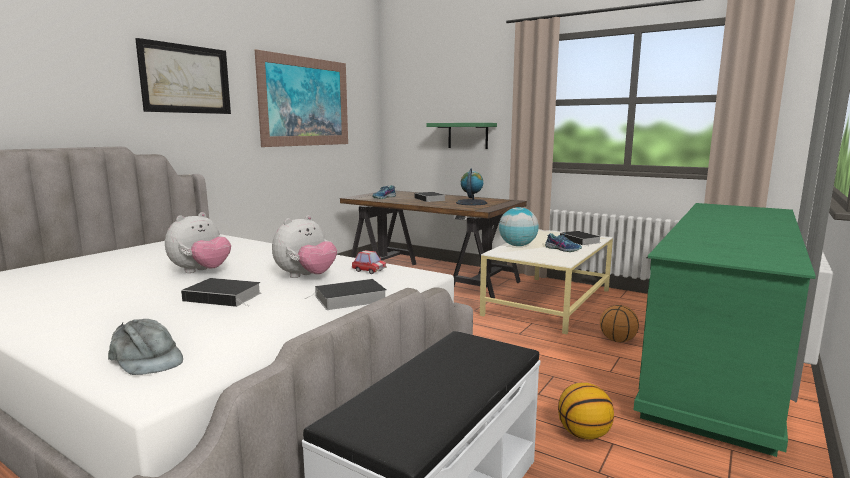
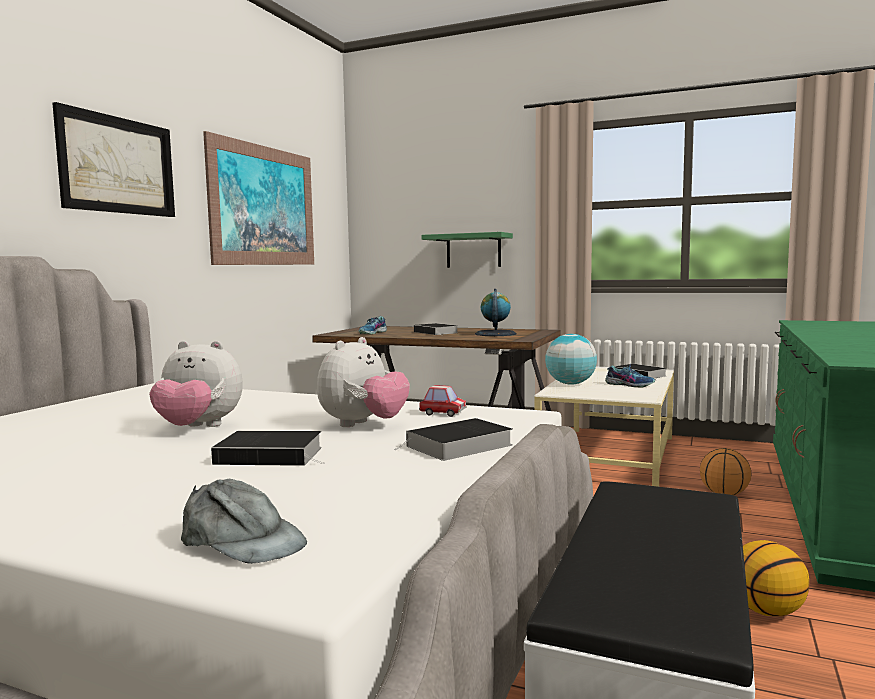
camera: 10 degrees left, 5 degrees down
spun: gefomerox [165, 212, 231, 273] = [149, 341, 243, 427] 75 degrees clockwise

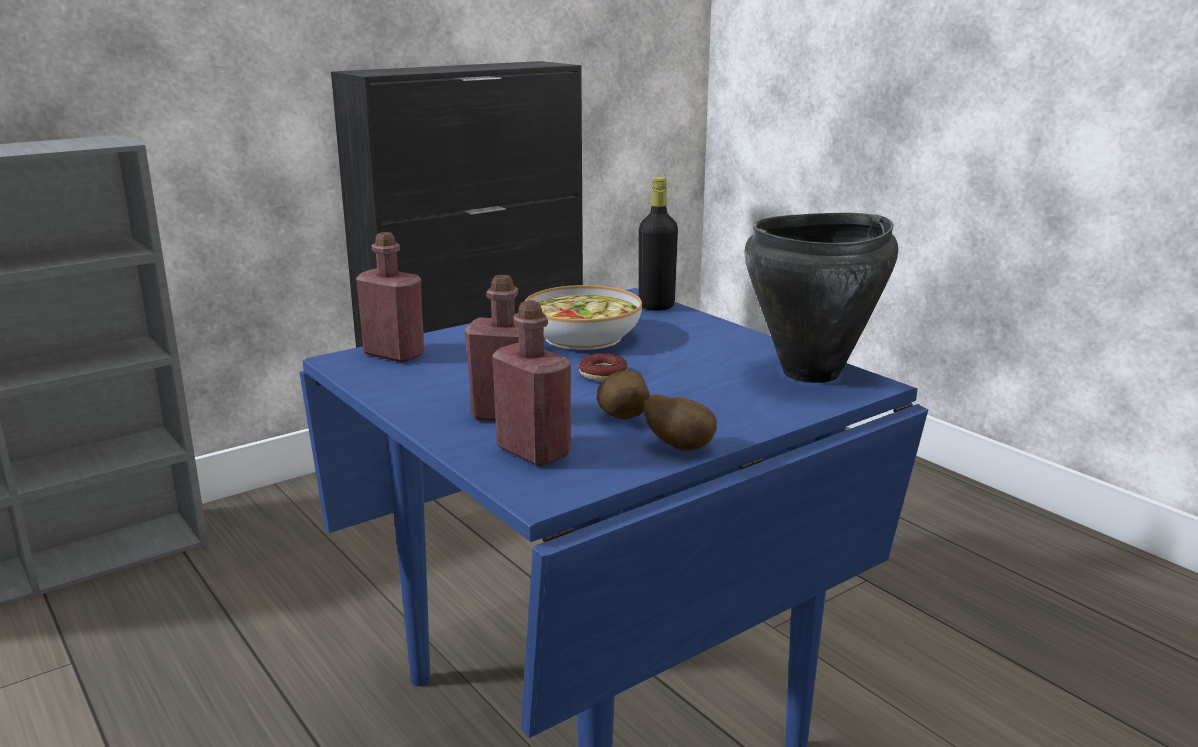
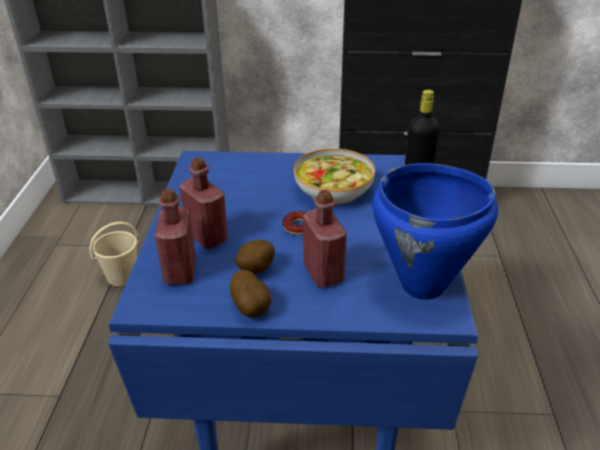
camera: 40 degrees right, 15 degrees up
appeared: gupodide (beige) [89, 222, 139, 286]
relocated: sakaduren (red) [356, 232, 425, 363] to [303, 190, 347, 288]
colour: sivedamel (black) [744, 213, 898, 383] to sivedamel (blue) [372, 163, 498, 300]

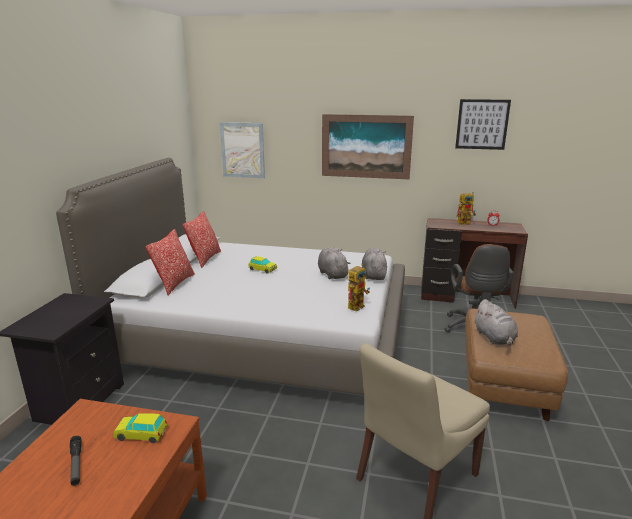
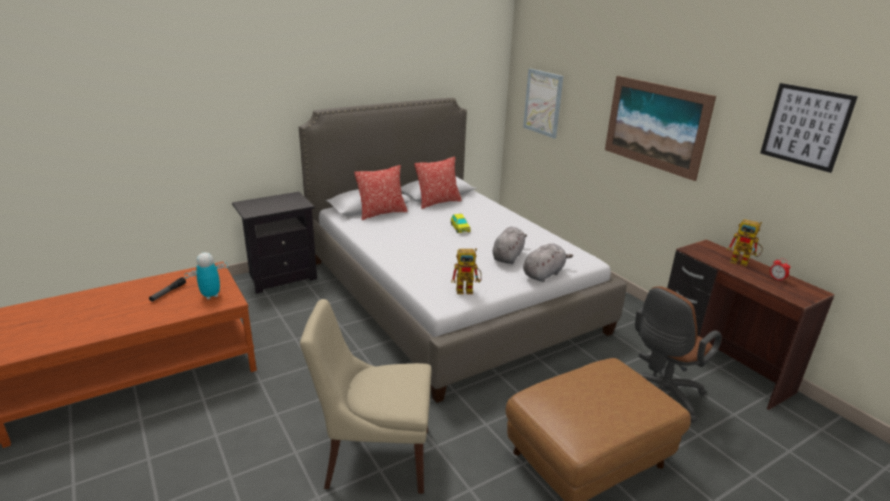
camera: 45 degrees right, 5 degrees up
missing: gefomerox (grey) [474, 299, 518, 346]
exchanged: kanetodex [113, 414, 167, 443] to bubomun [184, 252, 228, 300]

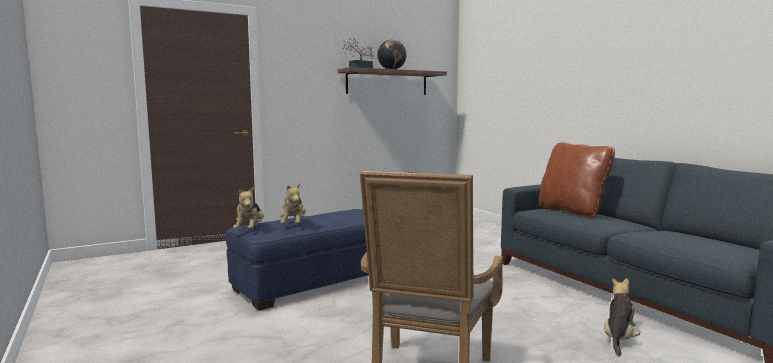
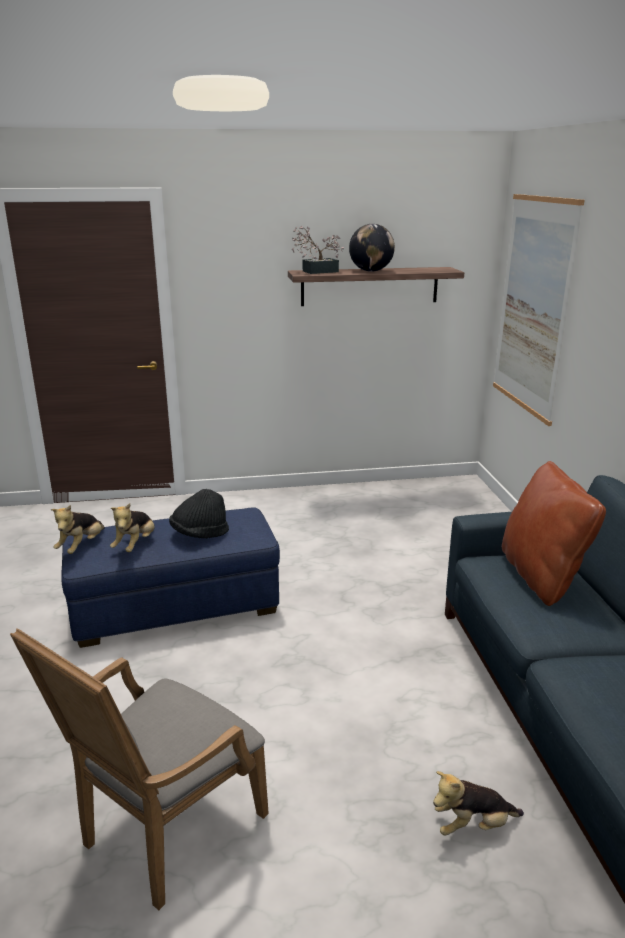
camera: 20 degrees right, 15 degrees up
appeared: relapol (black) [169, 489, 229, 538]; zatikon [493, 194, 584, 426]
spun: gefomerox [604, 278, 640, 356] = [433, 771, 524, 836] 150 degrees counterclockwise

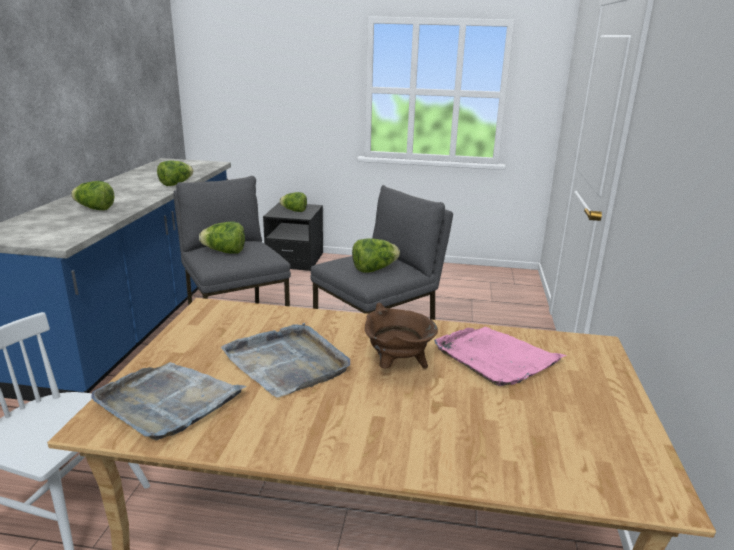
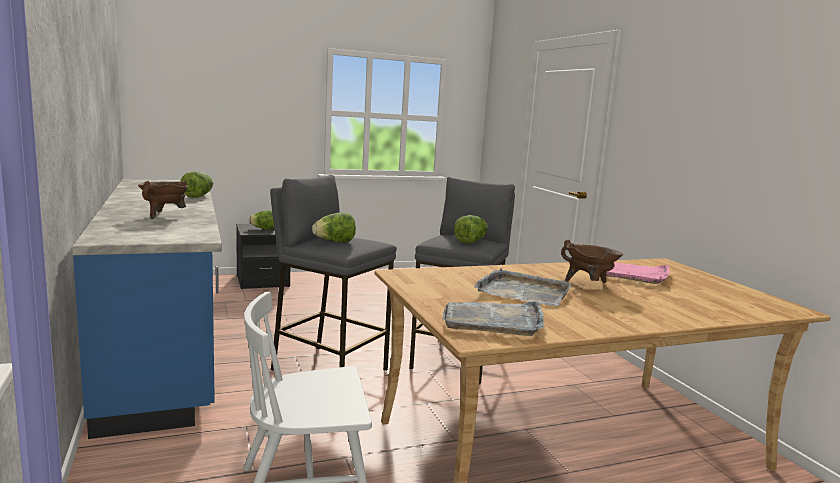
camera: 30 degrees left, 10 degrees down
exchanged: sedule [71, 181, 114, 210] to sivedamel (brown) [138, 181, 189, 219]

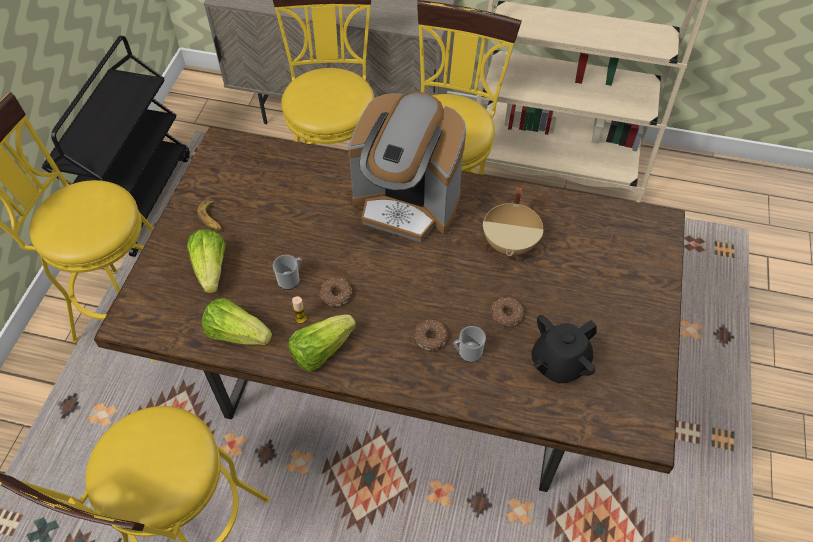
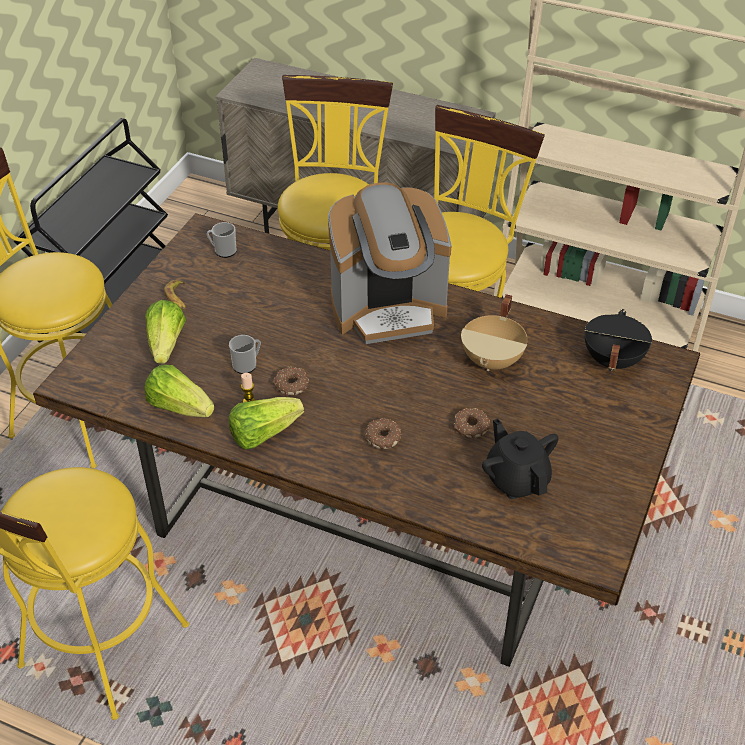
camera: 10 degrees right, 10 degrees down
appeared: sivedamel (black) [584, 309, 652, 371]
relocated: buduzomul [454, 326, 486, 362] to [206, 222, 237, 258]
spun: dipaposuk [348, 91, 466, 242] = [328, 182, 451, 344] 45 degrees counterclockwise; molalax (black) [531, 315, 597, 384] = [482, 418, 559, 499] 90 degrees clockwise

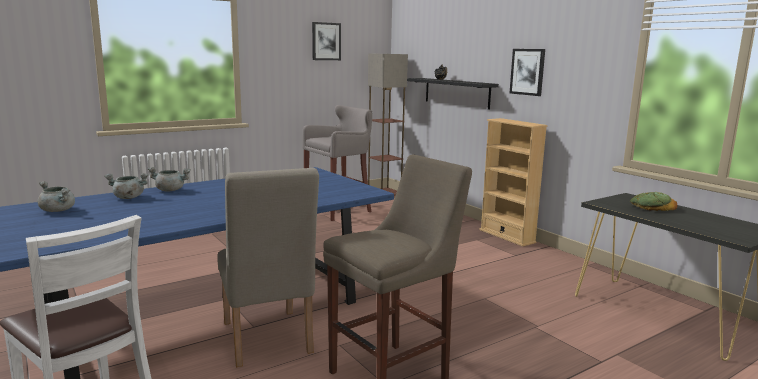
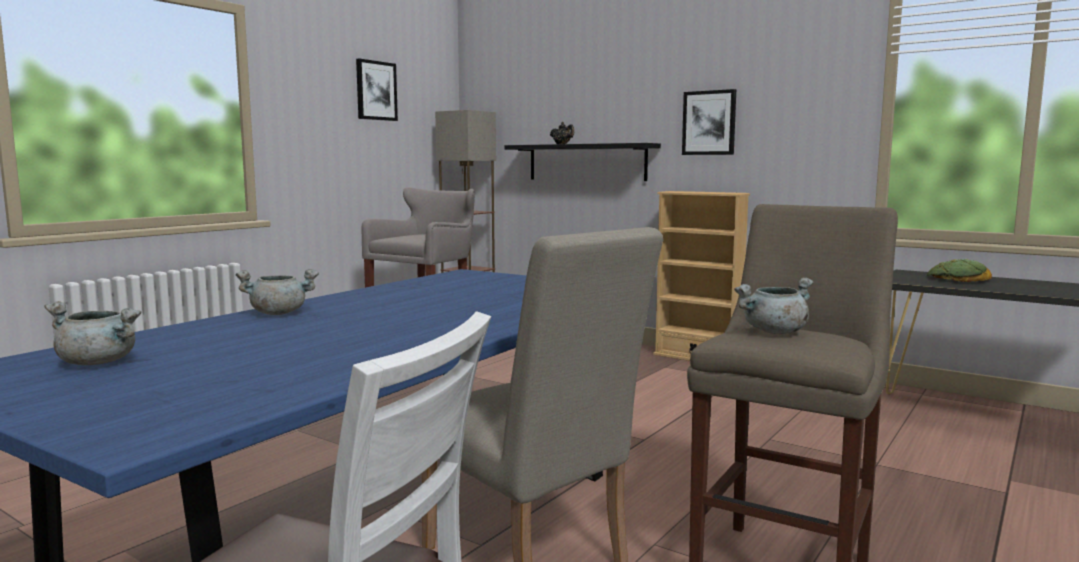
camera: 20 degrees left, 5 degrees down
relocated: sivedamel (grey) [104, 173, 149, 199] to [734, 277, 813, 334]

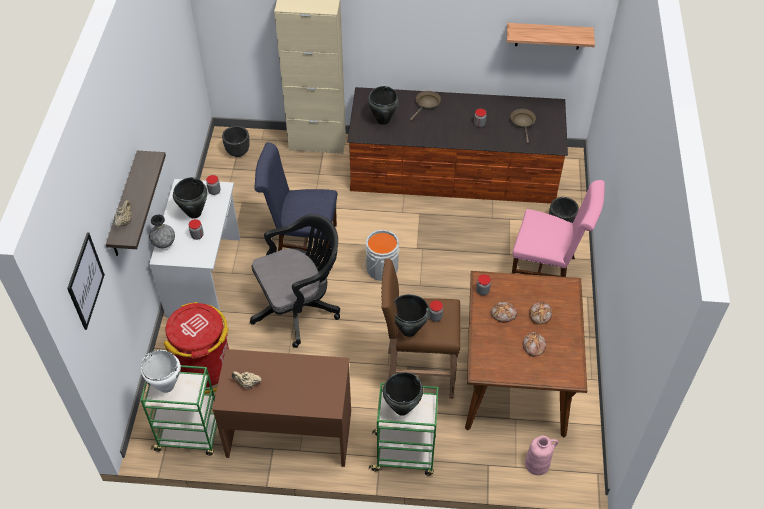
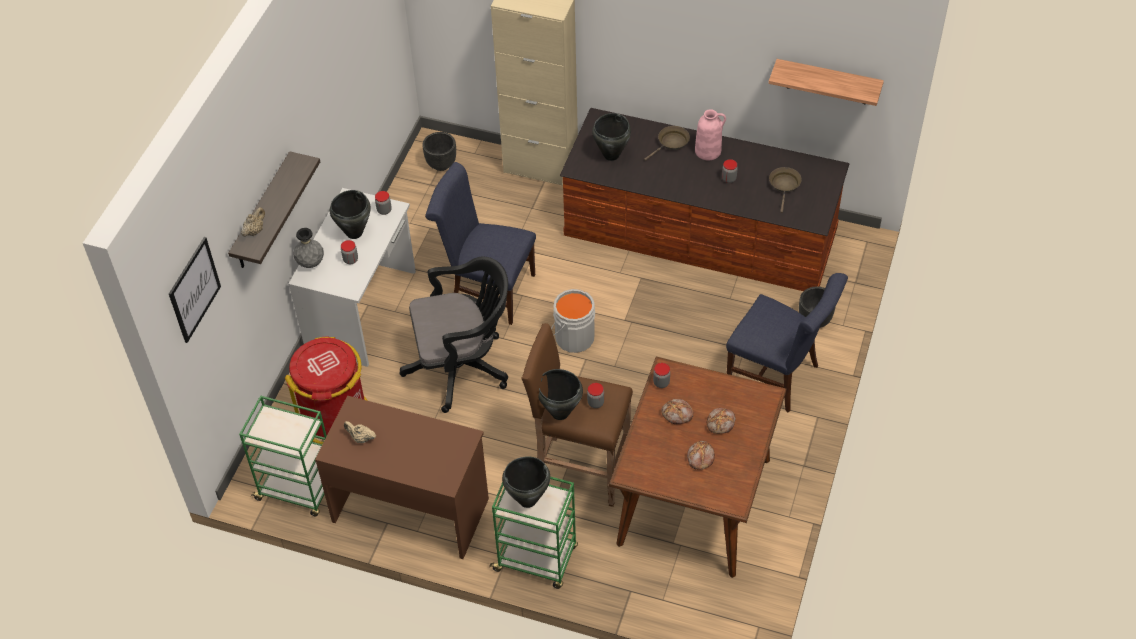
camera: 15 degrees right, 0 degrees up
missing: sivedamel (white) [140, 350, 181, 393]
relocated: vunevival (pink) [525, 436, 558, 475] to [695, 109, 726, 160]
colour: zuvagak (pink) [512, 180, 605, 277] to zuvagak (blue) [726, 273, 848, 412]

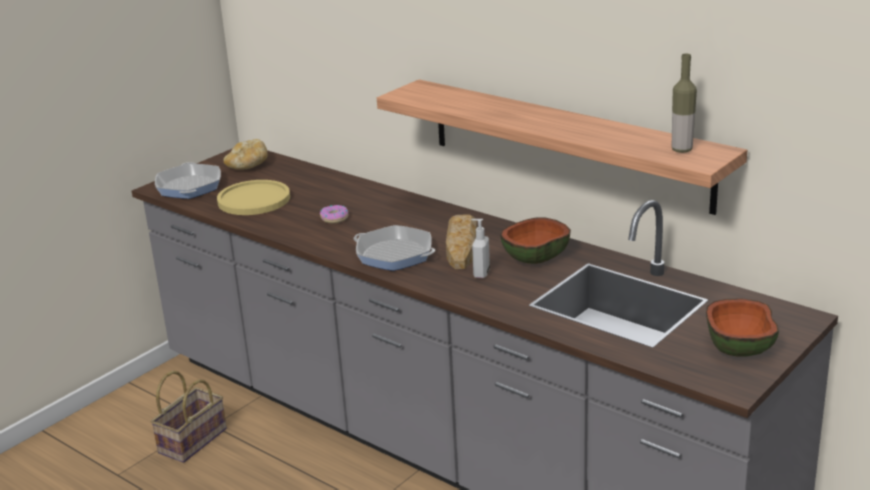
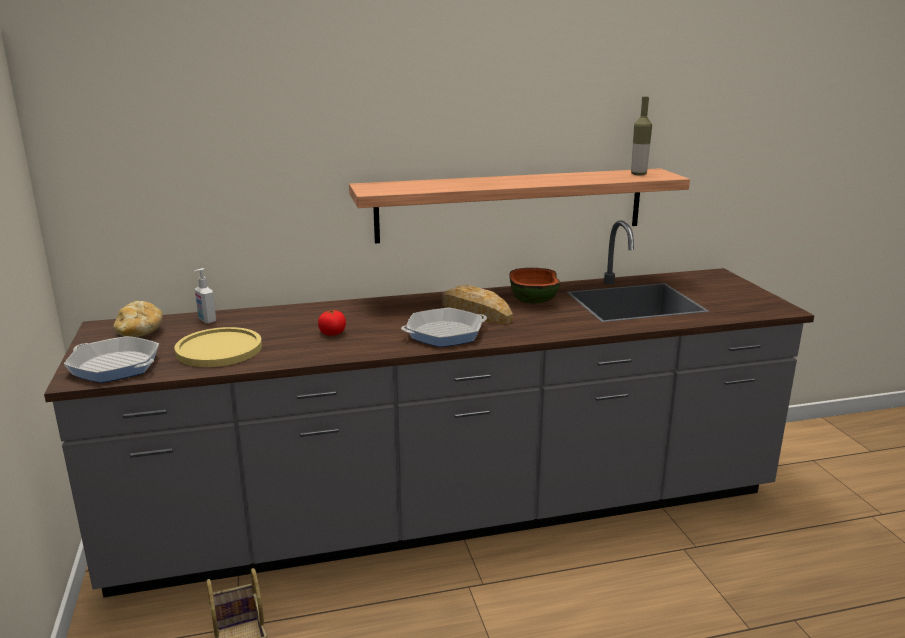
camera: 55 degrees left, 5 degrees down
missing: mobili [706, 299, 779, 357]
relocated: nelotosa [471, 219, 490, 278] to [194, 268, 216, 324]
exchanged: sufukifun [320, 205, 349, 223] to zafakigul [318, 310, 346, 336]

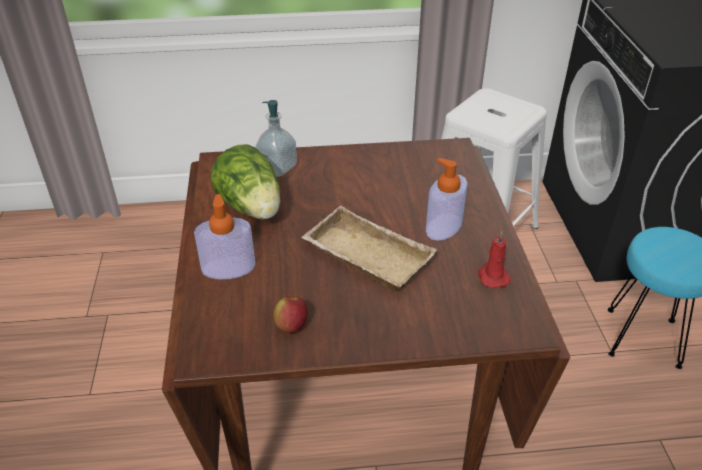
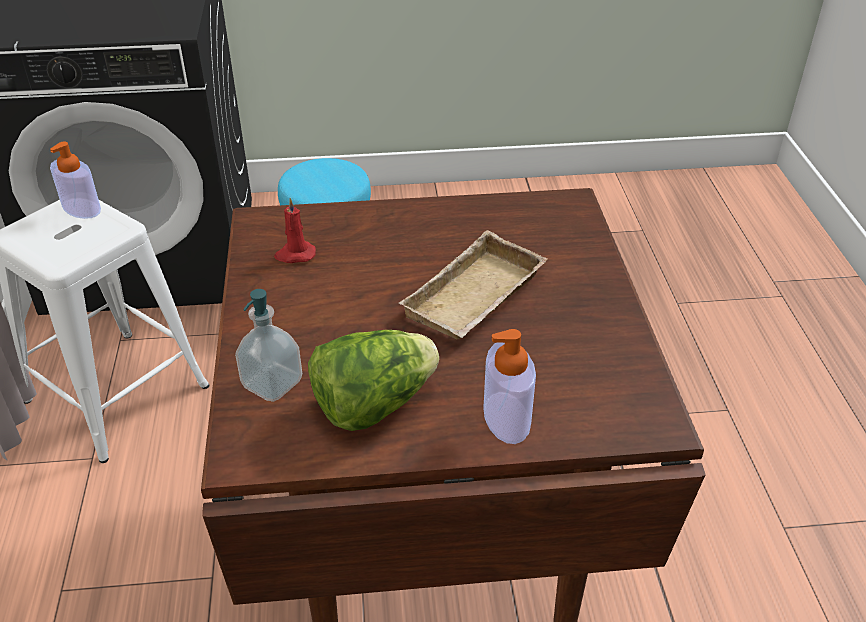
camera: 90 degrees left, 0 degrees up
missing: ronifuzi [274, 296, 308, 333]
relocated: nelotosa [426, 158, 468, 241] to [50, 141, 101, 219]; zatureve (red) [478, 231, 511, 288] to [274, 198, 316, 263]

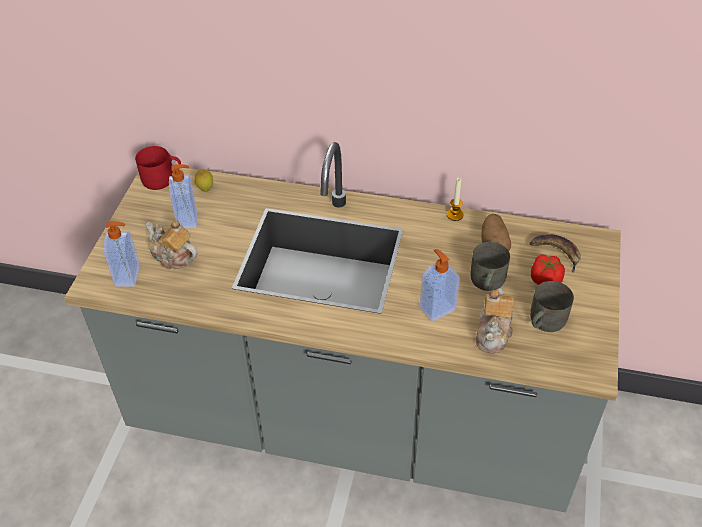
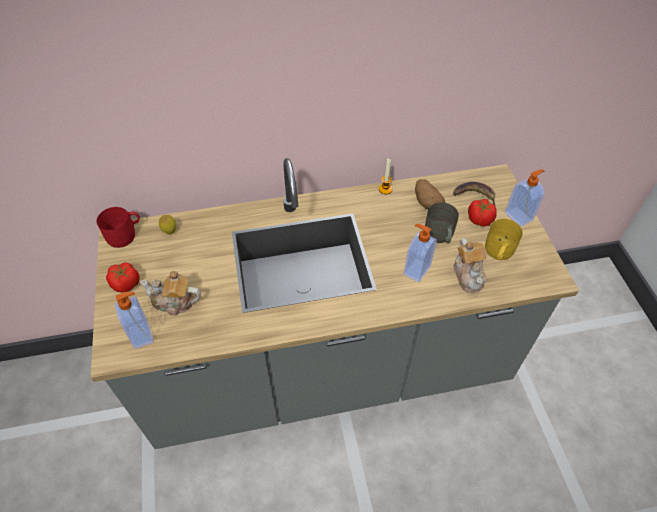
camera: 25 degrees left, 5 degrees up
appeared: zafakigul [106, 263, 139, 293]
relocated: nelotosa [169, 164, 197, 229] to [505, 169, 545, 227]
colour: buduzomul (grey) [530, 281, 574, 332] to buduzomul (yellow) [485, 219, 523, 260]

